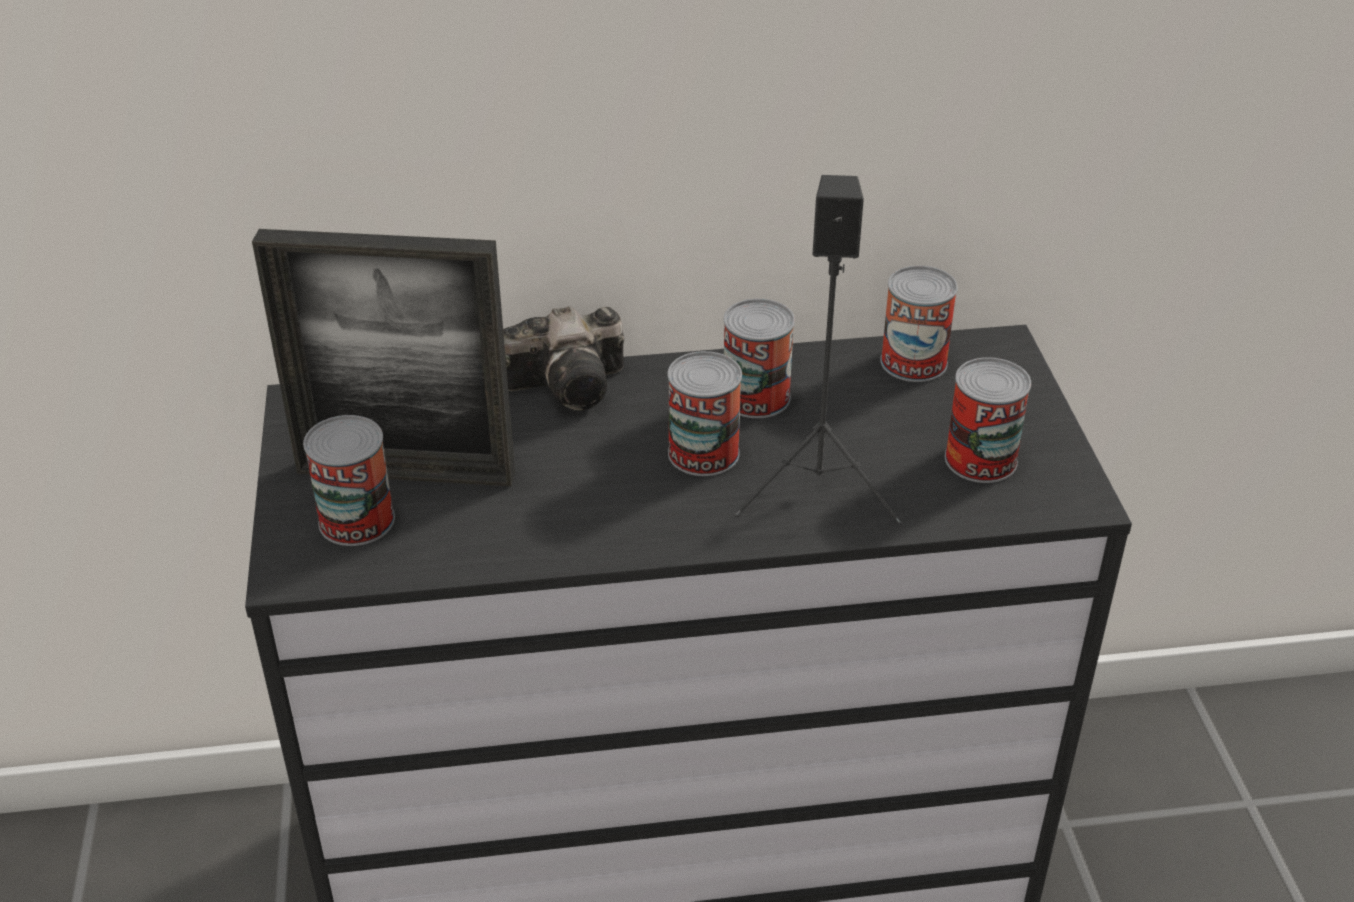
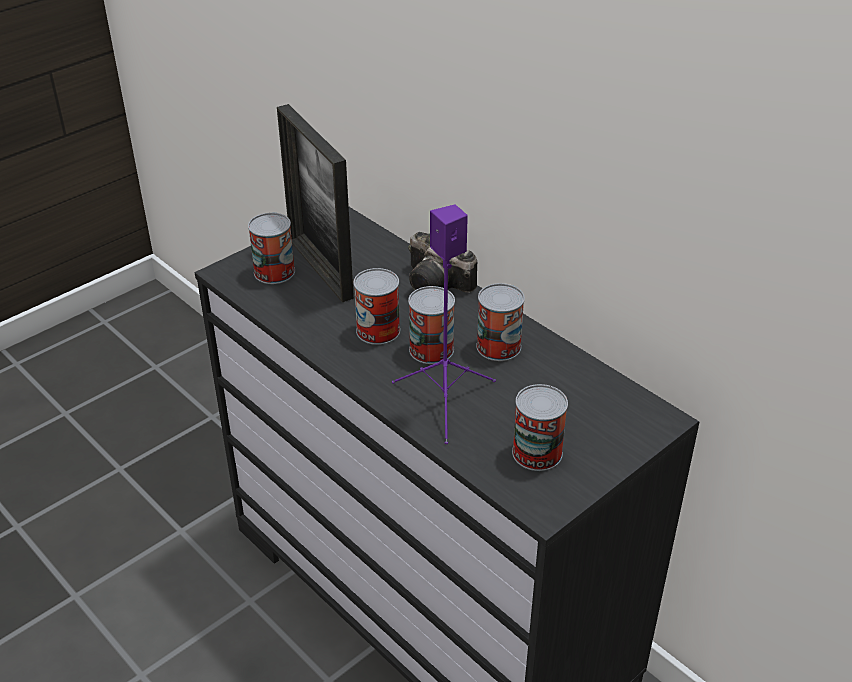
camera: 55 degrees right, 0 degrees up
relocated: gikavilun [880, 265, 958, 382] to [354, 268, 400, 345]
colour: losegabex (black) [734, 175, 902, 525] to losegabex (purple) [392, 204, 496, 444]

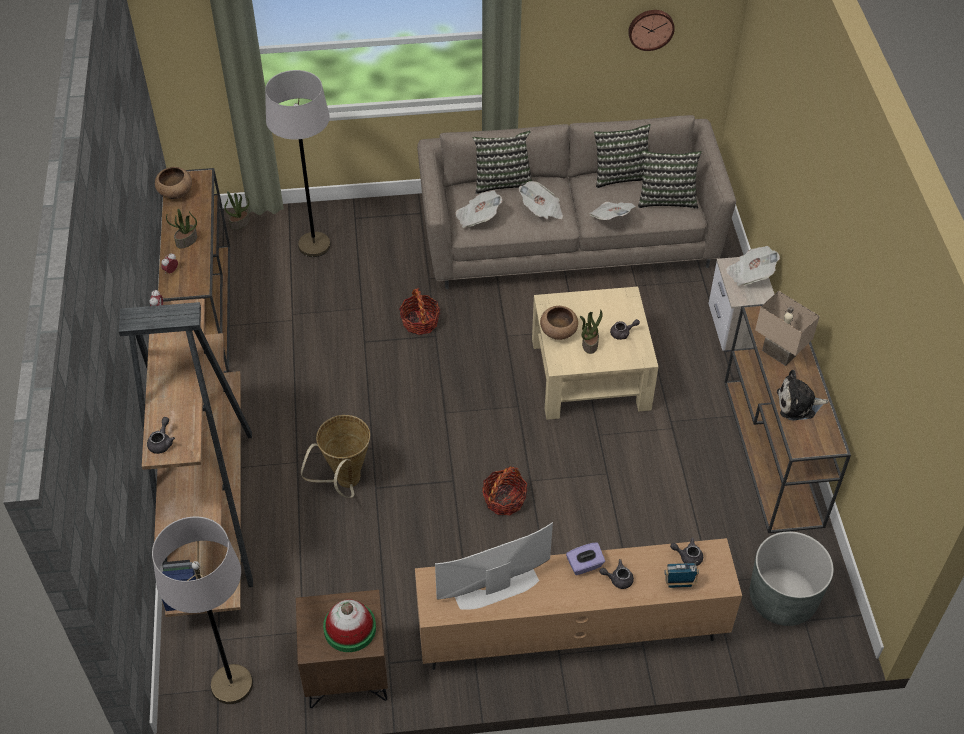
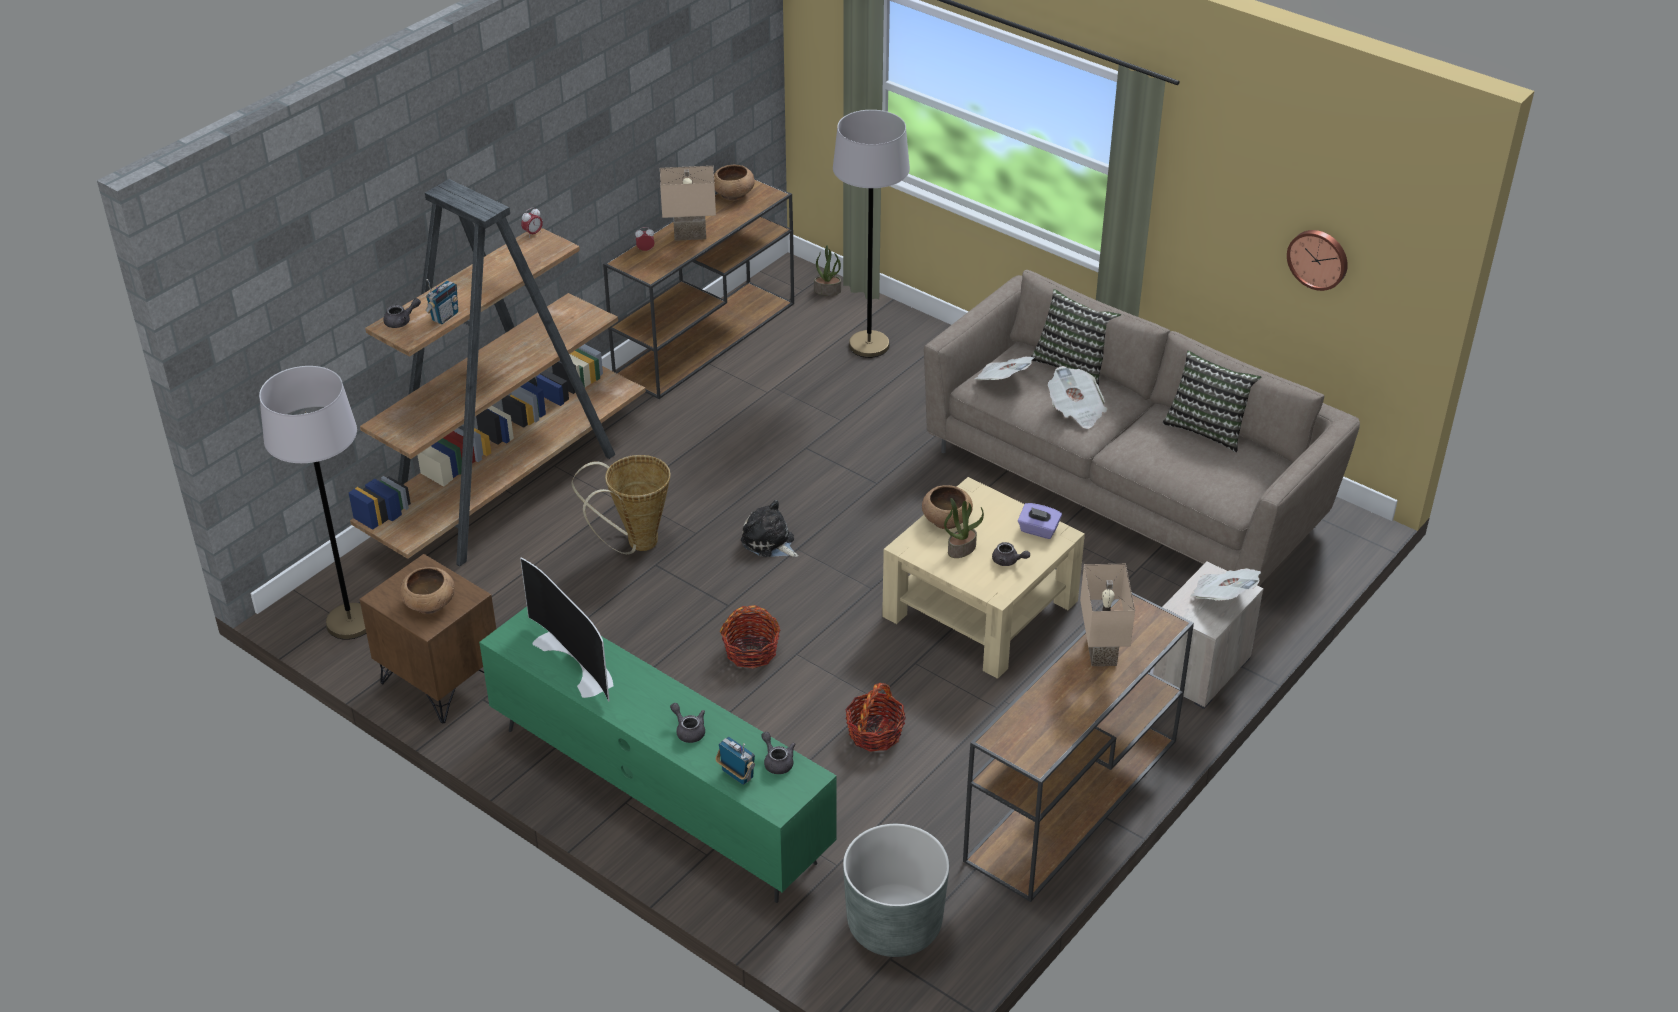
camera: 45 degrees right, 10 degrees down
missing: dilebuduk [588, 202, 636, 220]; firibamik [638, 151, 702, 209]
appeared: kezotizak [425, 279, 458, 324]
relocated: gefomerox [777, 370, 829, 421] to [741, 500, 799, 557]; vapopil [399, 288, 441, 335] to [845, 683, 906, 752]; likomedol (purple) [566, 542, 605, 575] to [1018, 503, 1062, 539]
exchanged: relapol [323, 600, 376, 652] to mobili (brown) [400, 567, 455, 614]; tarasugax [166, 209, 197, 248] to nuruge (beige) [660, 166, 716, 241]
colour: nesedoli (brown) [415, 538, 742, 670] to nesedoli (green) [479, 606, 837, 903]
spun: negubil [435, 522, 553, 610] = [520, 558, 614, 702] 150 degrees counterclockwise

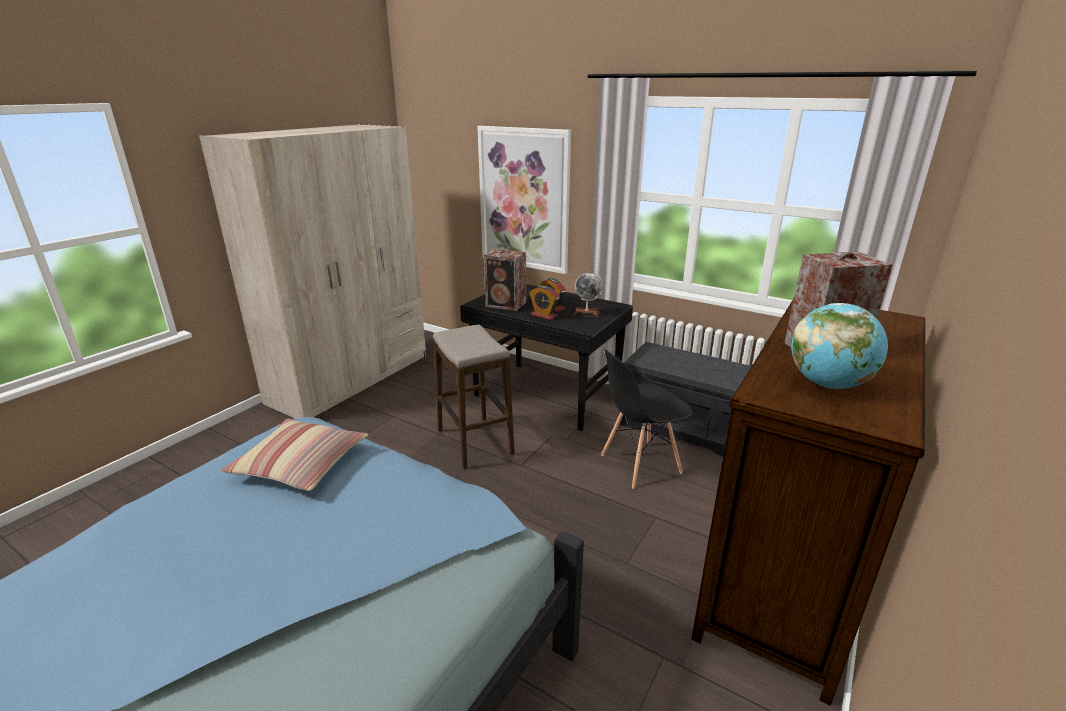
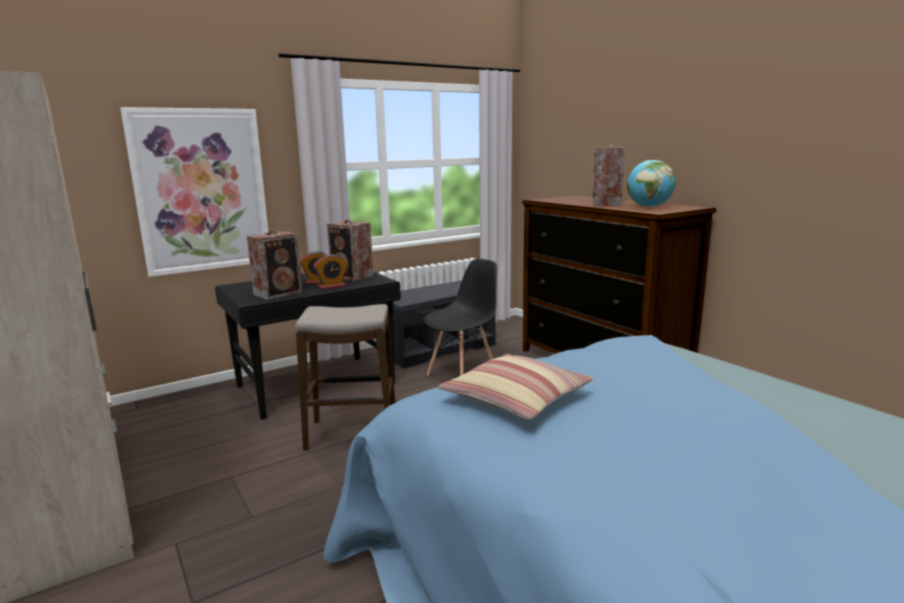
camera: 65 degrees left, 10 degrees down
exchanged: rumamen [574, 272, 604, 318] to losegabex [327, 220, 373, 281]
spun: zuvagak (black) [601, 349, 693, 489] = [424, 259, 497, 376] 135 degrees counterclockwise

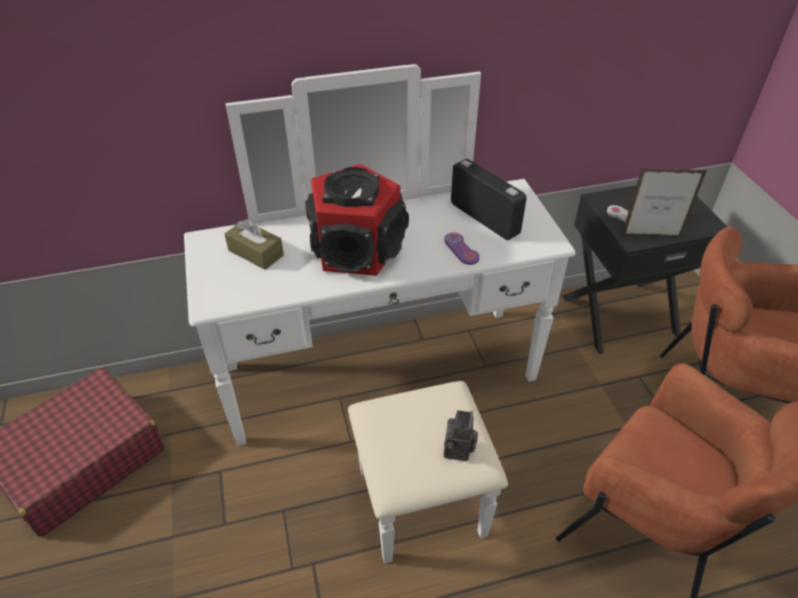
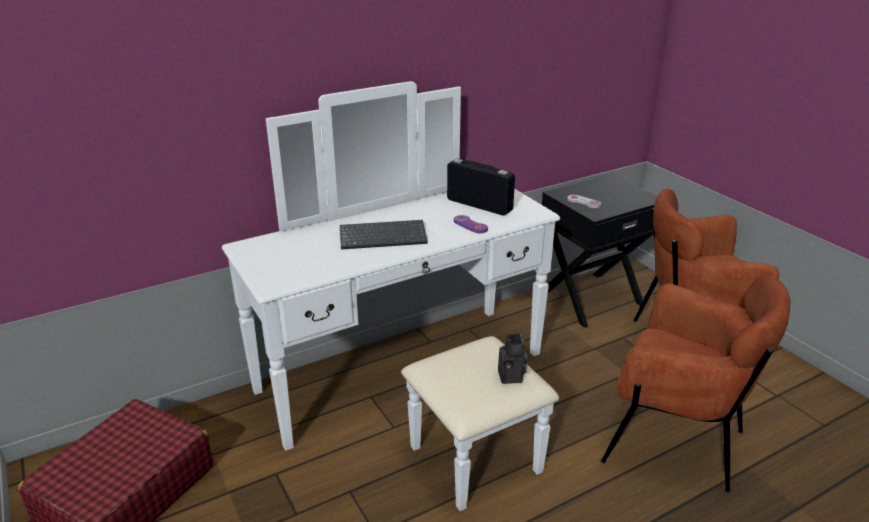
camera: 15 degrees left, 15 degrees down
missing: likomedol (brown) [225, 219, 284, 270]; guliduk [621, 168, 707, 238]
exchanged: losegabex [305, 164, 409, 276] to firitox [340, 220, 428, 249]

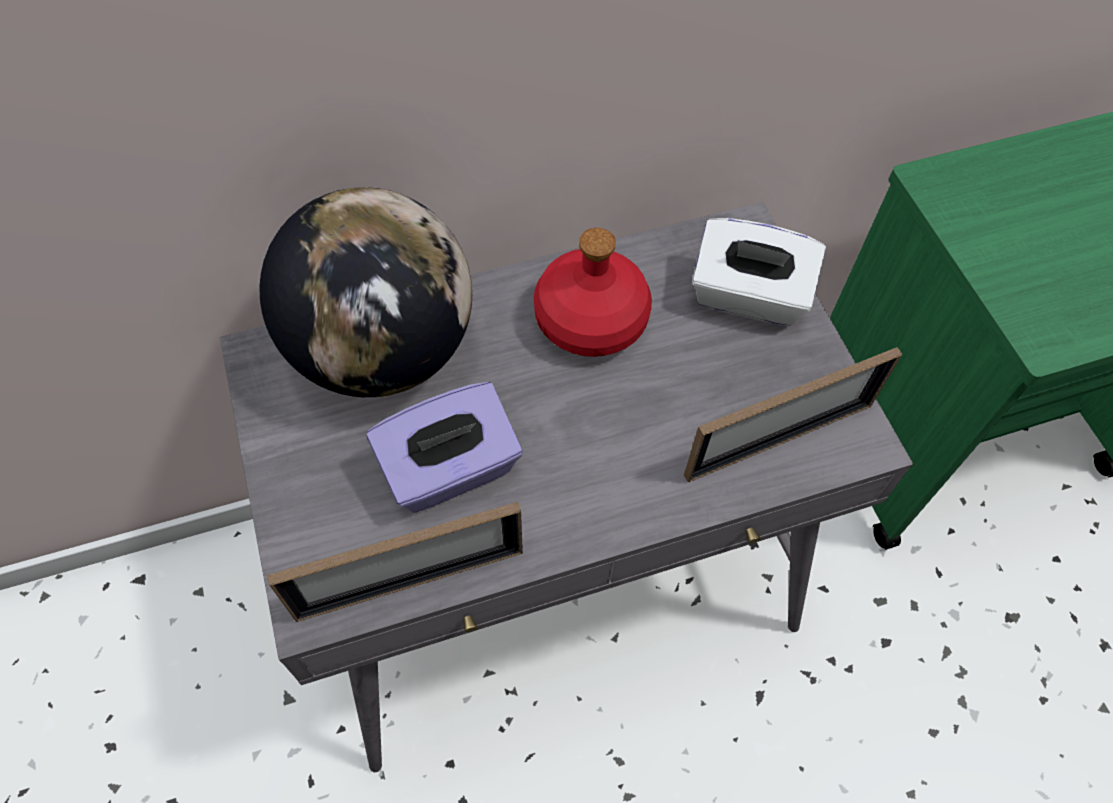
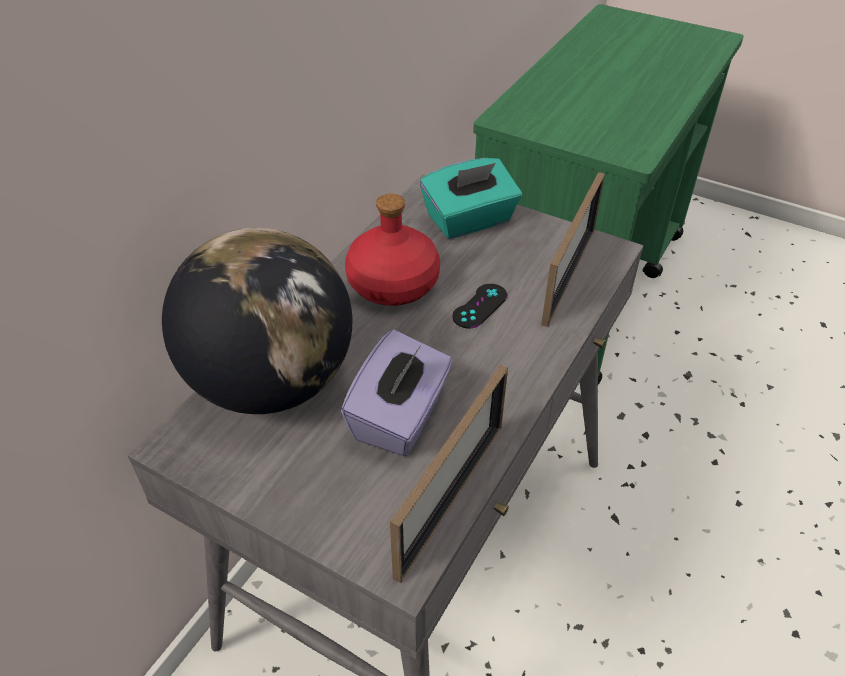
camera: 40 degrees left, 15 degrees down
appeared: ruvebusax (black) [452, 284, 507, 328]
colour: likomedol (white) [692, 218, 826, 326] to likomedol (turquoise) [420, 158, 522, 239]

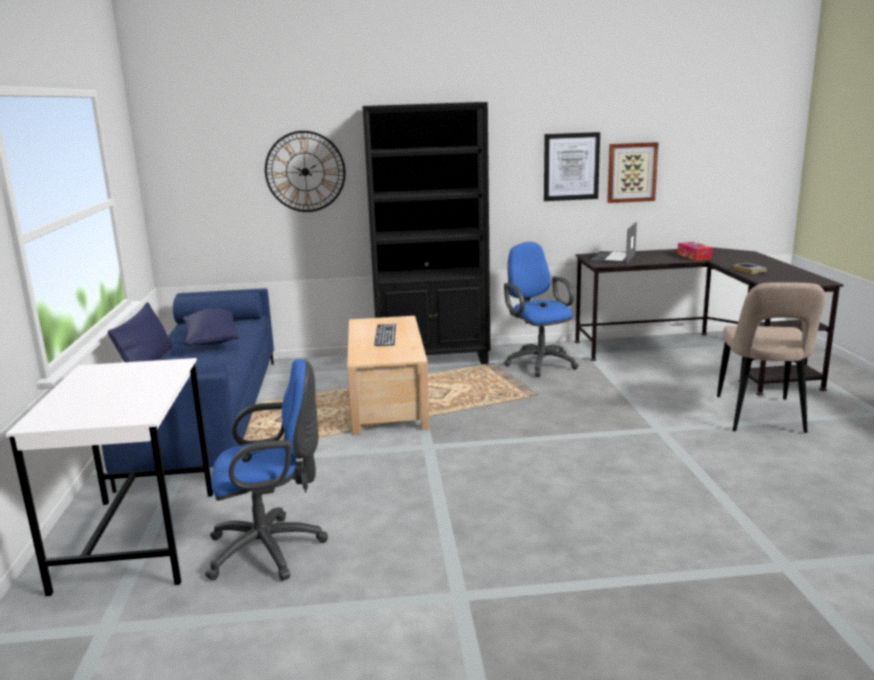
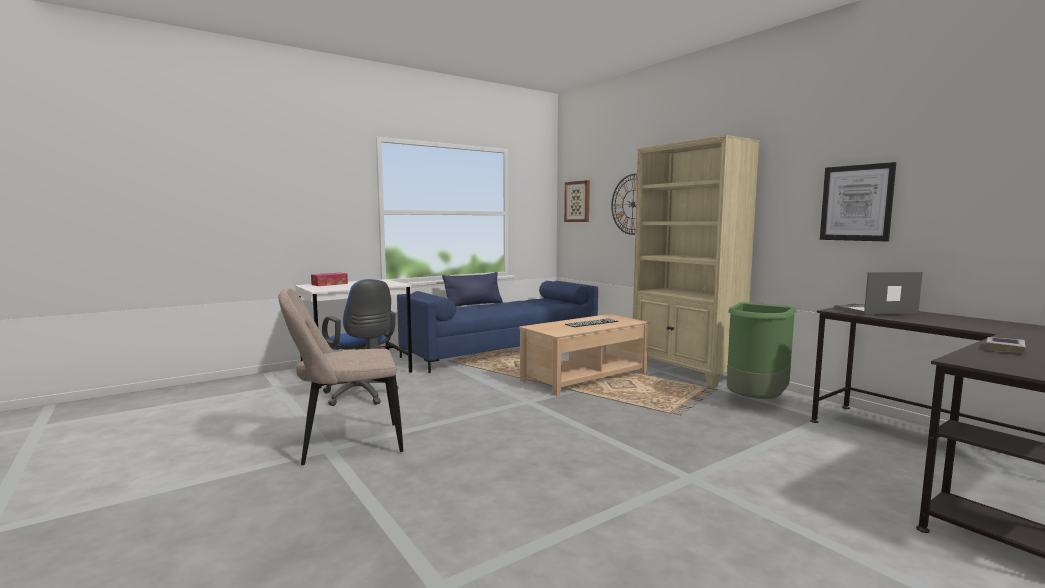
camera: 60 degrees right, 10 degrees down
missing: firibamik (blue) [183, 308, 240, 345]
relocated: zuvagak (beige) [717, 282, 826, 433] to [278, 288, 403, 465]; likomedol [677, 242, 713, 261] to [311, 272, 348, 286]; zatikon [607, 142, 659, 203] to [564, 180, 590, 222]
exchanged: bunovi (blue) [504, 242, 579, 377] to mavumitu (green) [727, 302, 797, 399]
colour: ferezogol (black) [362, 102, 490, 364] to ferezogol (beige) [633, 135, 759, 388]

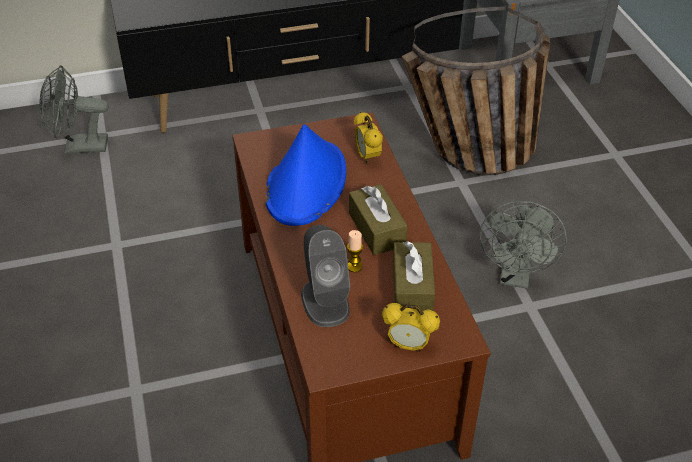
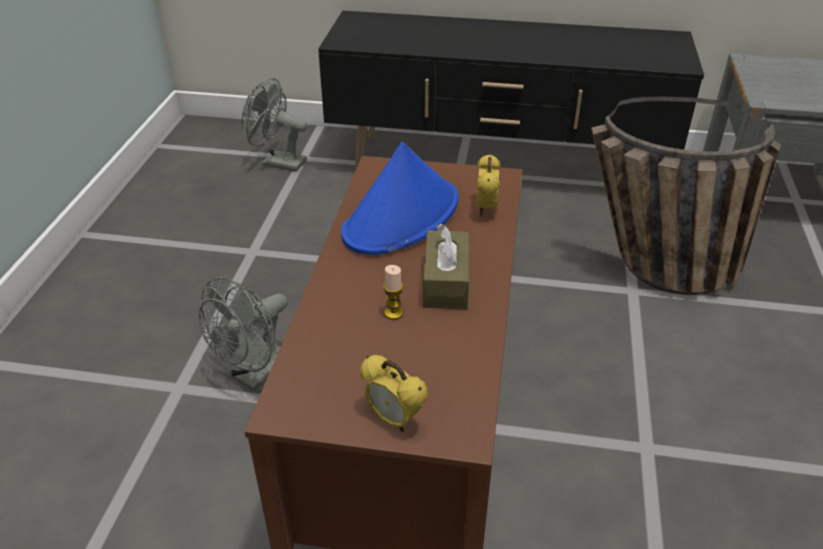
camera: 25 degrees right, 5 degrees down
missing: losegabex (grey) [301, 225, 350, 327]; likomedol (brown) [393, 241, 435, 311]
relocated: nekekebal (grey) [480, 201, 567, 289] to [199, 277, 288, 391]

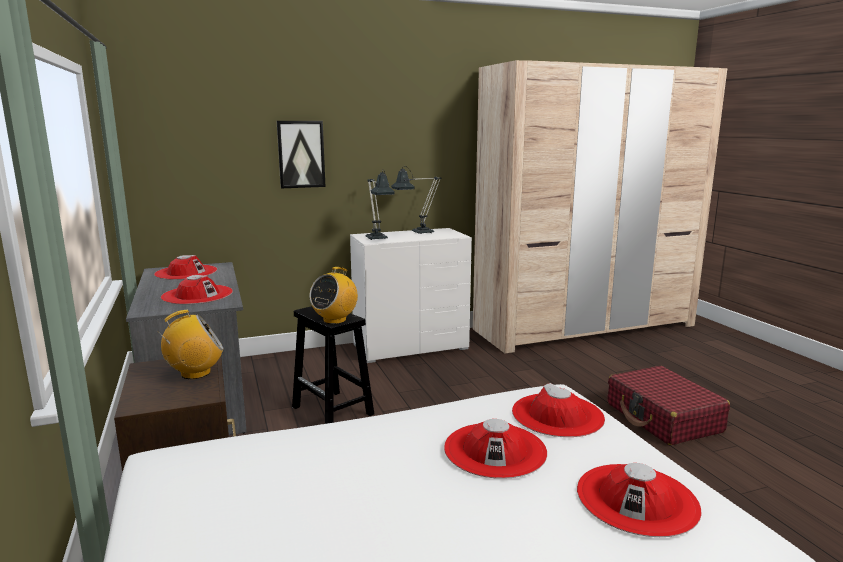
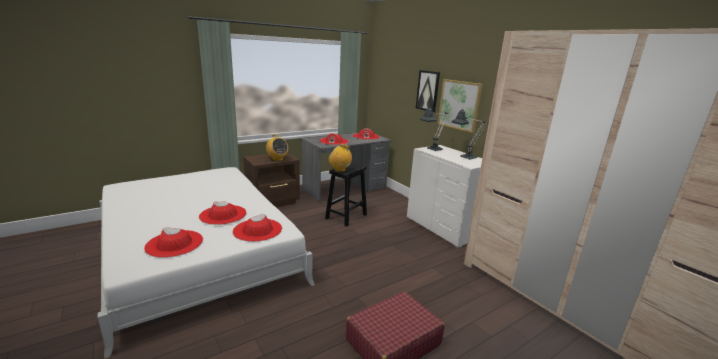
camera: 75 degrees right, 5 degrees up
appeared: zatikon [438, 79, 483, 133]

